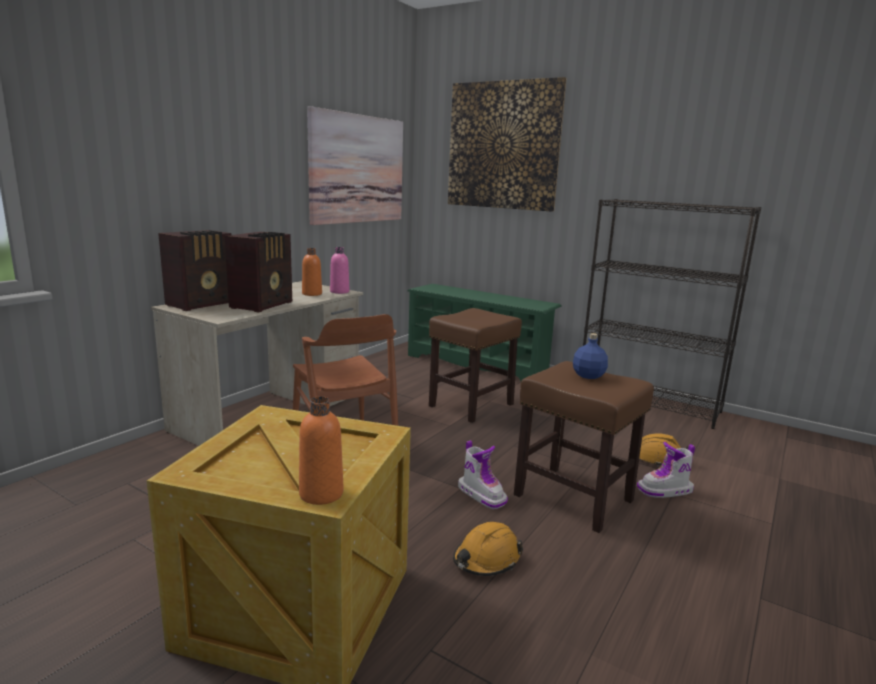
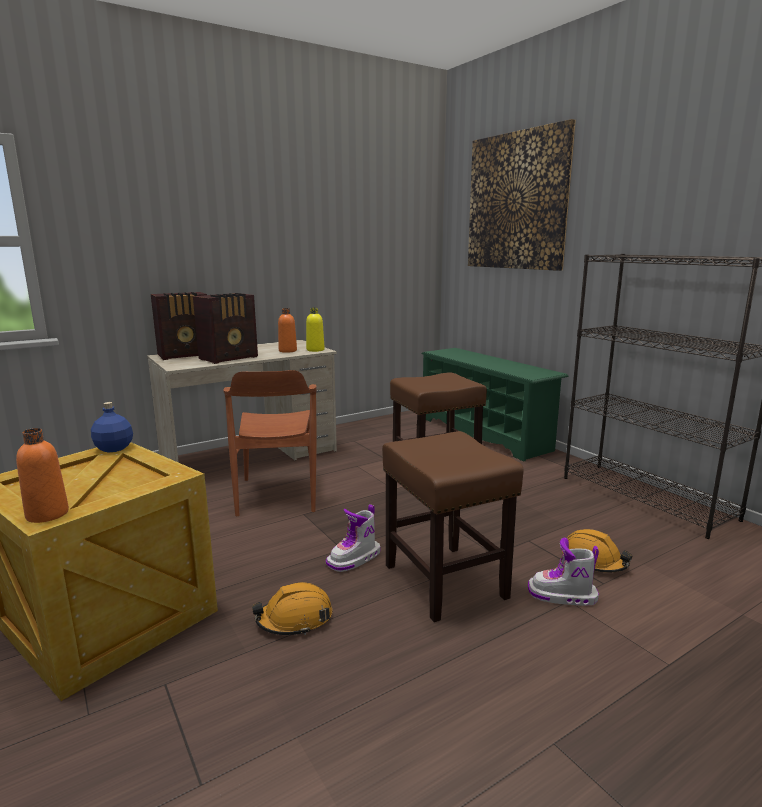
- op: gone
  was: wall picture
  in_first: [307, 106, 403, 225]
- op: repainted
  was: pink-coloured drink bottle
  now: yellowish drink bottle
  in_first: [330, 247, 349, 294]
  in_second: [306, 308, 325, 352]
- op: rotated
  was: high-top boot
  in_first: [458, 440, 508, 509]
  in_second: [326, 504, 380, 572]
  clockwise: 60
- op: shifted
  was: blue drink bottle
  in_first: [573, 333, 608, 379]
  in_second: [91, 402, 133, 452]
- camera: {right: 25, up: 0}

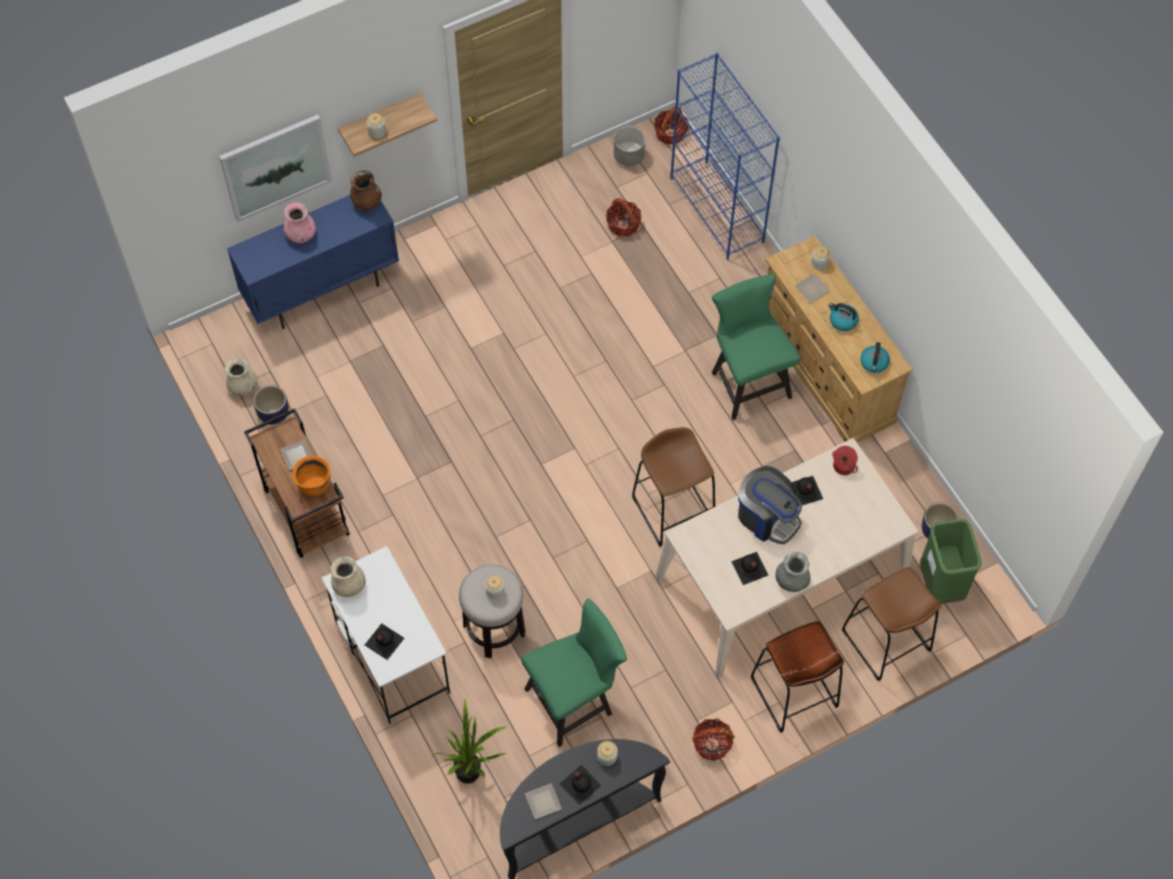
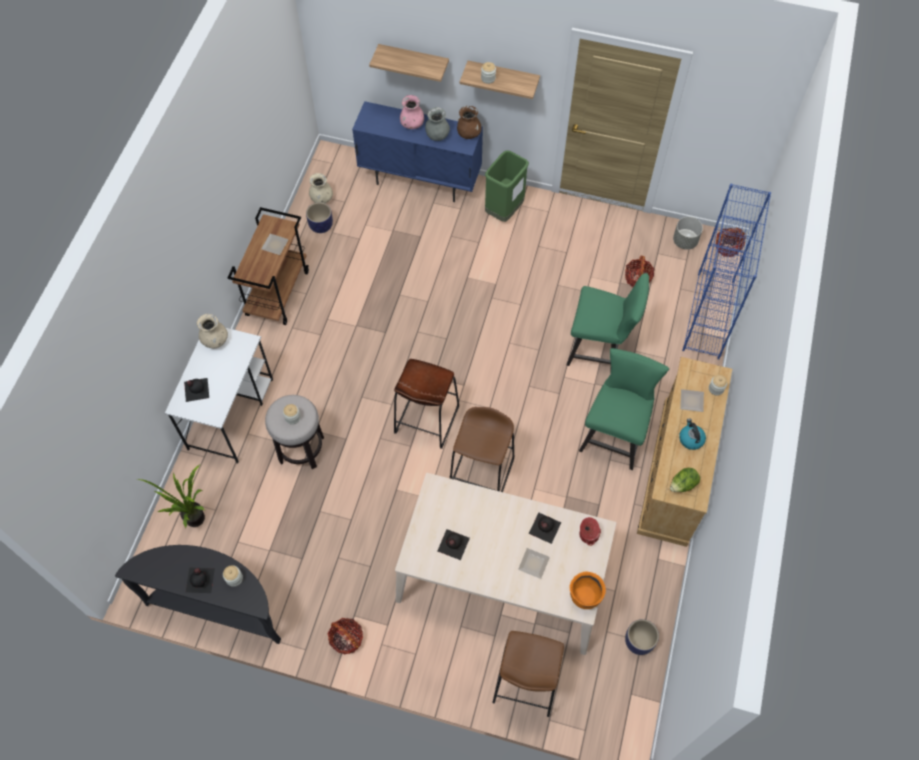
- op: swapped
  was: wall picture
  now: shelf
  in_first: [219, 114, 332, 222]
  in_second: [369, 44, 449, 82]
- op: shifted
  was: orange-coloured saucepot
  in_first: [293, 456, 331, 496]
  in_second: [570, 572, 606, 609]
- op: shifted
  was: greenish plain chair
  in_first: [521, 599, 627, 747]
  in_second: [567, 273, 649, 366]
- op: shifted
  was: plate
  in_first: [525, 783, 562, 819]
  in_second: [518, 548, 550, 579]
- op: gone
  was: coffee machine
  in_first: [738, 466, 802, 544]
- op: shifted
  was: brown stool seat
  in_first: [751, 621, 844, 732]
  in_second: [394, 359, 459, 449]
- op: shifted
  was: gray decorative vase
  in_first: [775, 552, 810, 592]
  in_second: [425, 107, 450, 141]
- op: swapped
  was: water kettle
  now: lettuce
  in_first: [860, 342, 890, 373]
  in_second: [670, 468, 700, 492]
- op: shifted
  was: greenish rubbish bin
  in_first: [920, 519, 981, 604]
  in_second: [485, 150, 529, 222]
- camera: {right: 45, up: 0}

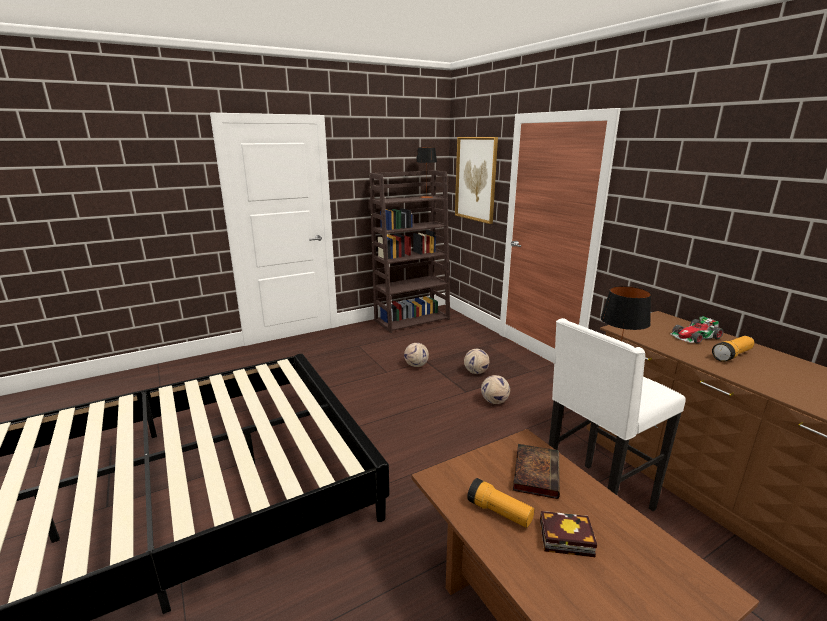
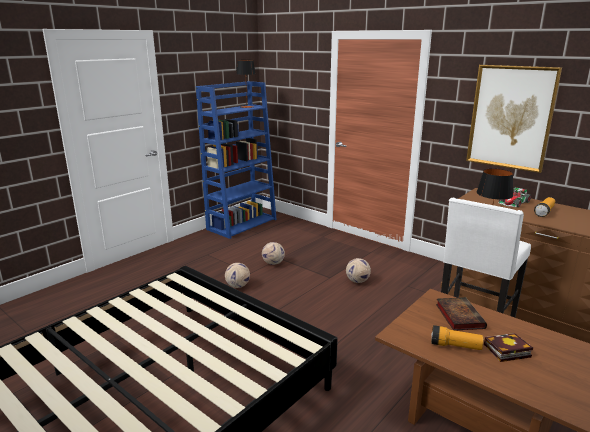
- op: repainted
  was: brown shelving unit
  now: blue shelving unit
  in_first: [369, 170, 450, 333]
  in_second: [196, 81, 277, 239]
- op: shifted
  was: wall picture
  in_first: [455, 137, 498, 224]
  in_second: [466, 65, 562, 173]
- op: shifted
  was: football ball
  in_first: [464, 349, 490, 374]
  in_second: [225, 263, 250, 288]
- camera: {right: -20, up: 0}

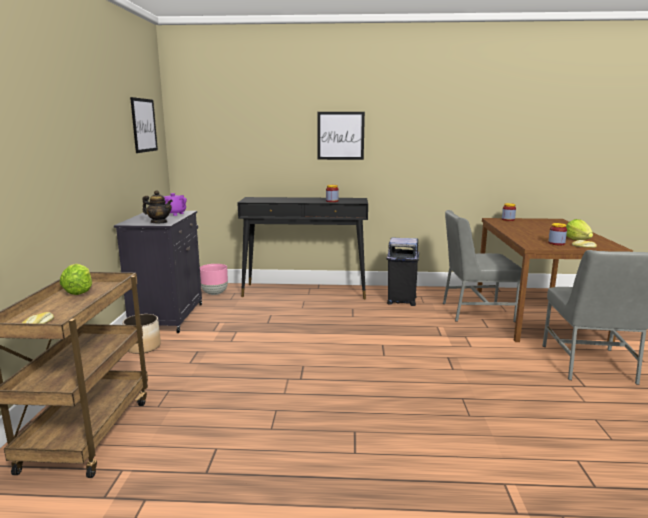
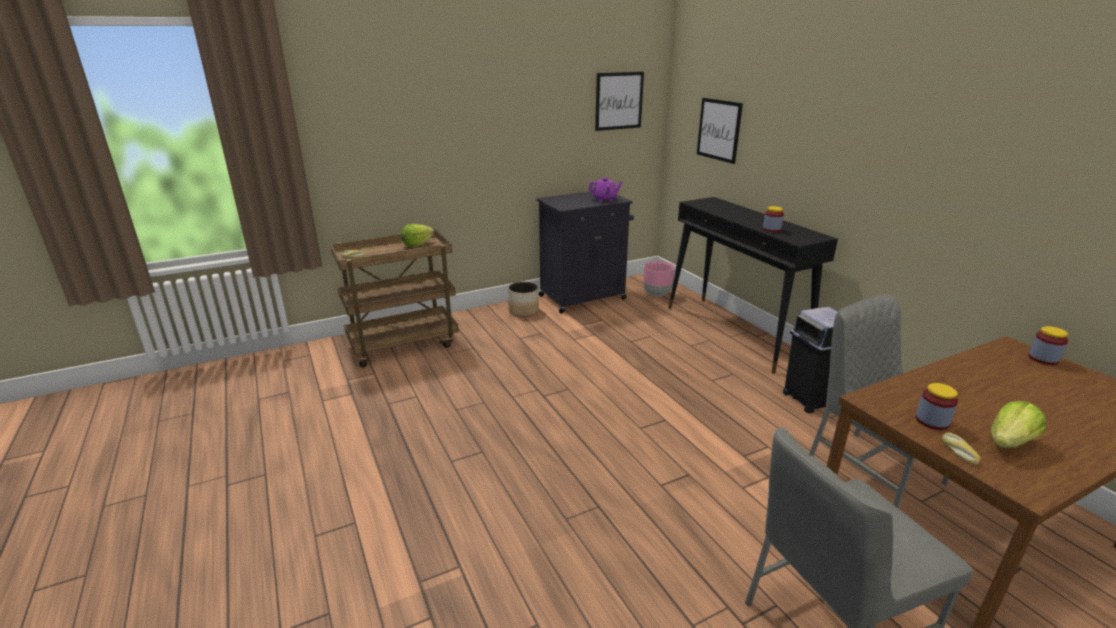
- op: gone
  was: pot for tea
  in_first: [143, 190, 173, 223]
- op: shifted
  was: wall picture
  in_first: [317, 112, 365, 160]
  in_second: [697, 98, 743, 164]
- camera: {right: 60, up: 10}

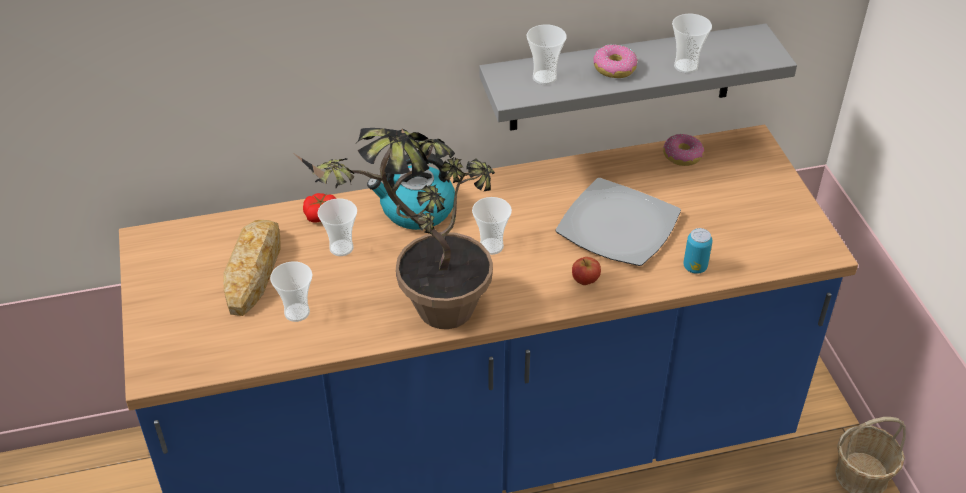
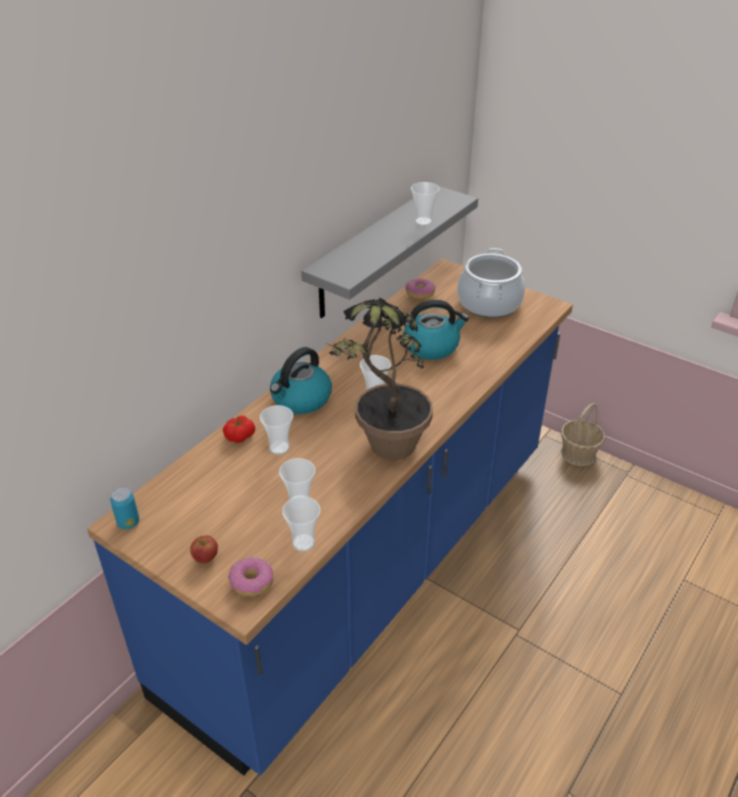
- op: gone
  was: baked bread
  in_first: [223, 220, 281, 316]
- op: shifted
  was: small cup
  in_first: [527, 24, 567, 85]
  in_second: [282, 496, 321, 552]
- op: swapped
  was: plate
  now: water kettle
  in_first: [555, 178, 681, 266]
  in_second: [403, 300, 469, 360]
- op: shifted
  was: apple fruit
  in_first: [572, 257, 601, 285]
  in_second: [190, 535, 218, 563]
- op: shifted
  was: ring doughnut
  in_first: [594, 45, 638, 78]
  in_second: [228, 557, 273, 597]
- op: shifted
  was: sealed can
  in_first: [683, 228, 713, 274]
  in_second: [110, 488, 139, 529]
- op: new
  now: saucepot
  in_second: [457, 248, 525, 318]
- camera: {right: -40, up: -5}

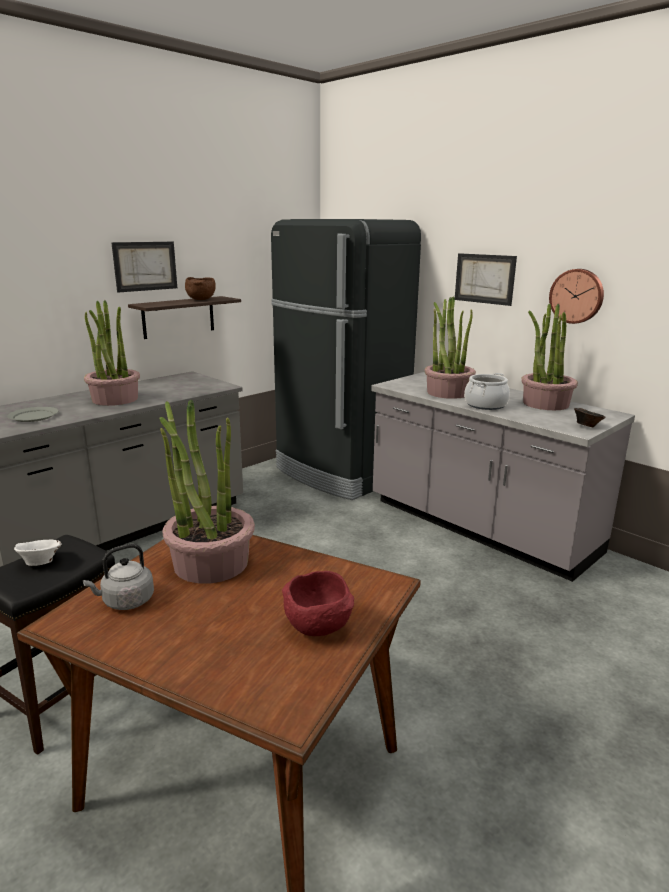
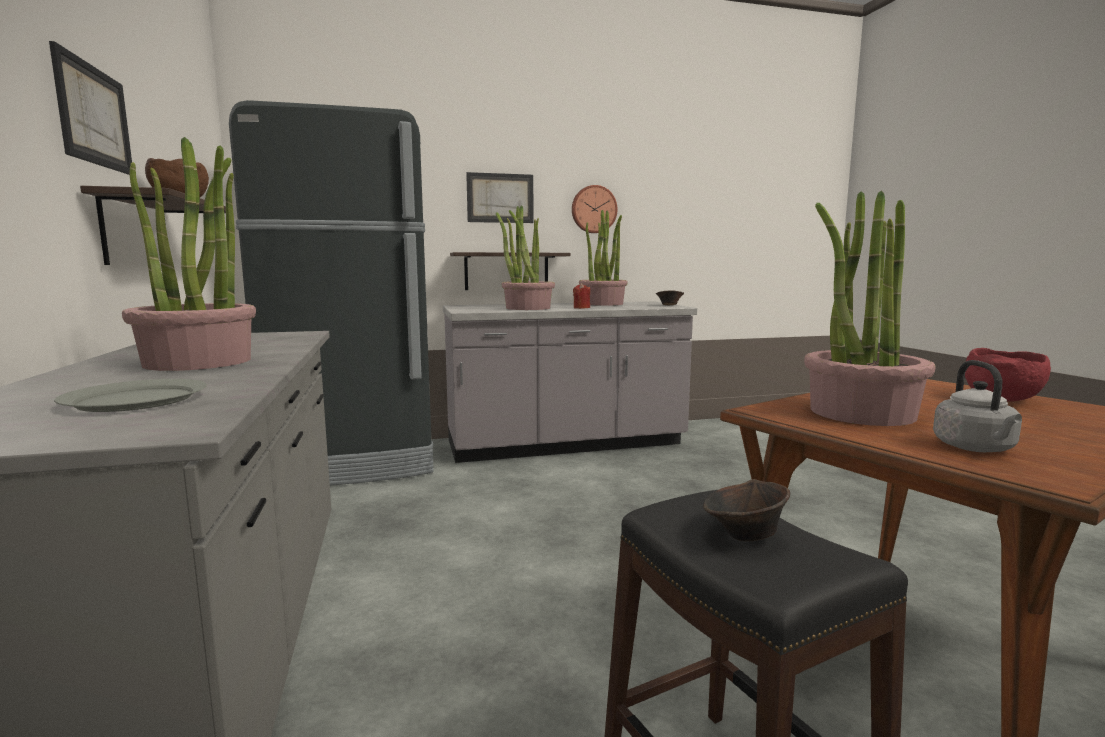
- op: repainted
  was: white serving bowl
  now: brown serving bowl
  in_first: [14, 540, 62, 566]
  in_second: [703, 479, 790, 541]
- op: swapped
  was: saucepot
  now: red-coloured wax candle
  in_first: [464, 373, 510, 410]
  in_second: [573, 283, 590, 309]
- op: new
  now: shelf
  in_second: [450, 252, 570, 290]
- camera: {right: -60, up: -10}

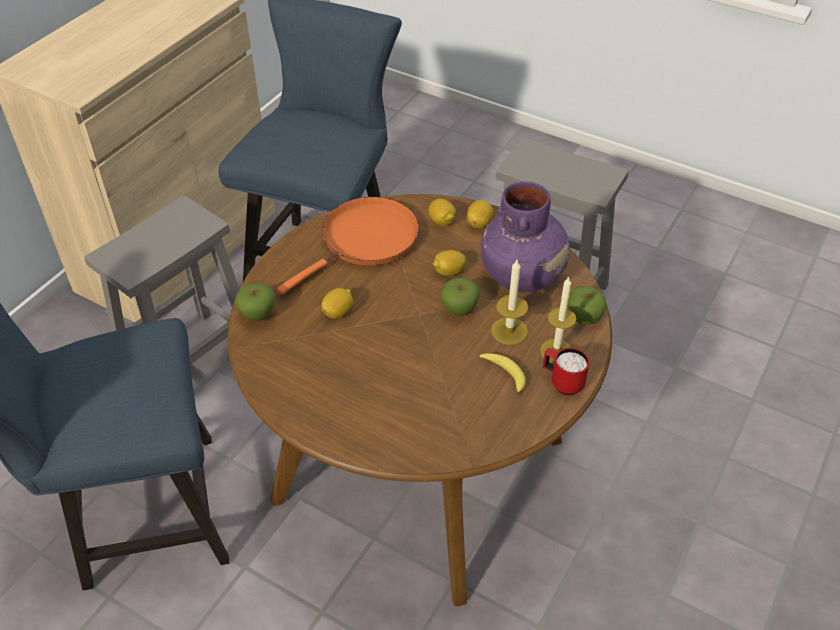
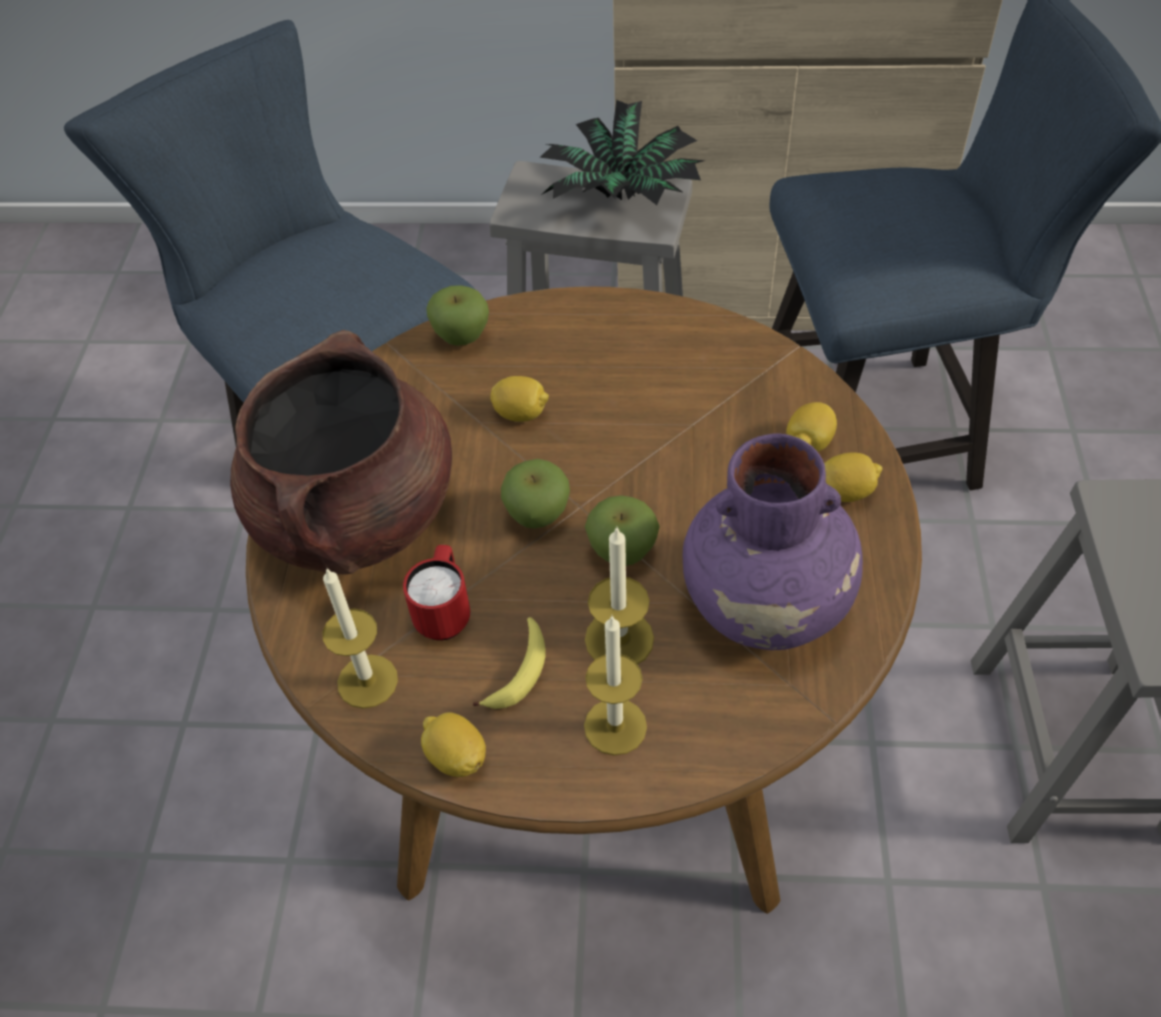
- op: gone
  was: orange-coloured frying pan
  in_first: [276, 197, 419, 295]
- op: shifted
  was: whole lemon
  in_first: [433, 250, 466, 276]
  in_second: [421, 712, 486, 777]
- op: shifted
  was: red-coloured mug
  in_first: [543, 347, 590, 395]
  in_second: [403, 545, 470, 640]
- op: shifted
  was: apple fruit
  in_first: [568, 286, 607, 325]
  in_second: [501, 459, 570, 529]
- op: new
  now: brown saucepot
  in_second: [230, 330, 452, 575]
- op: new
  now: wax candle
  in_second: [323, 569, 398, 709]
- op: new
  now: plant in a pot
  in_second: [540, 100, 706, 205]
- camera: {right: 65, up: 5}

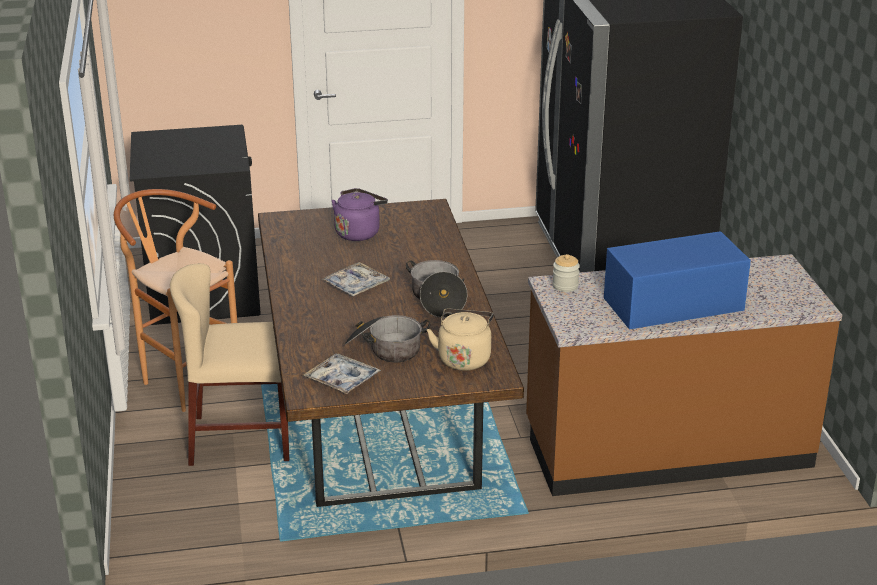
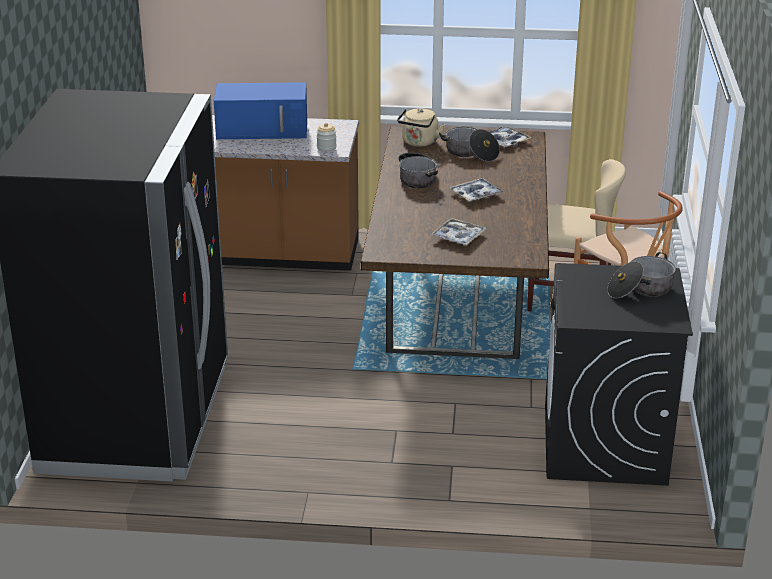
- op: swapped
  was: purplish water kettle
  now: carrying tray
  in_first: [331, 188, 388, 241]
  in_second: [431, 218, 486, 245]
- op: new
  now: saucepot
  in_second: [607, 252, 676, 298]
- camera: {right: -165, up: 0}

